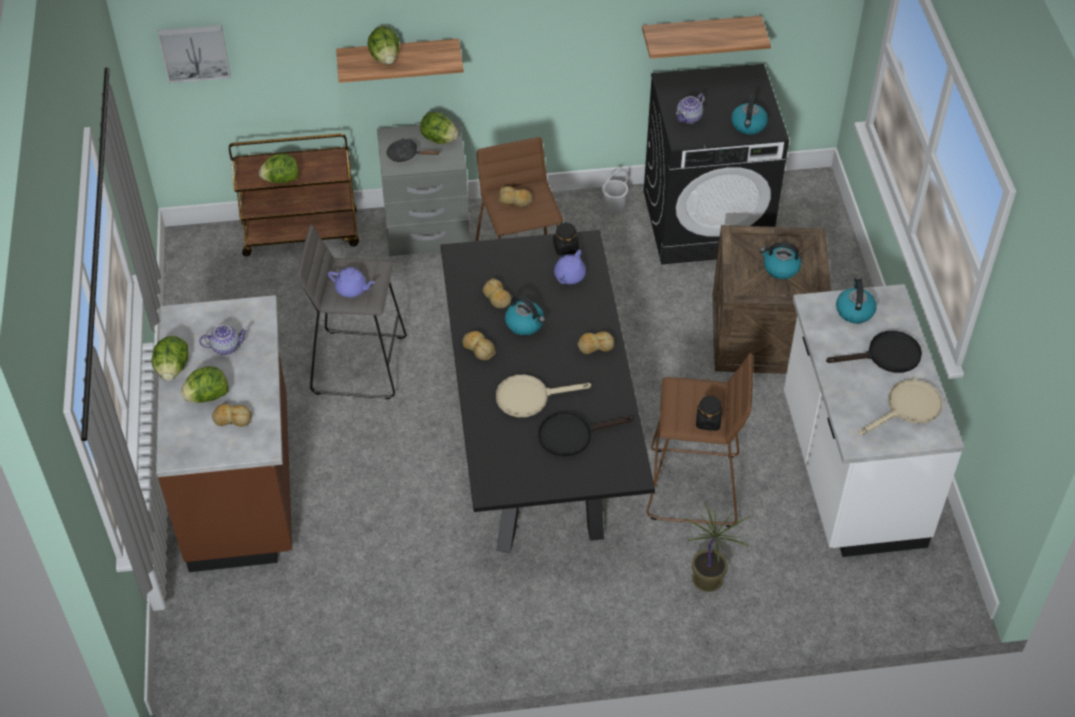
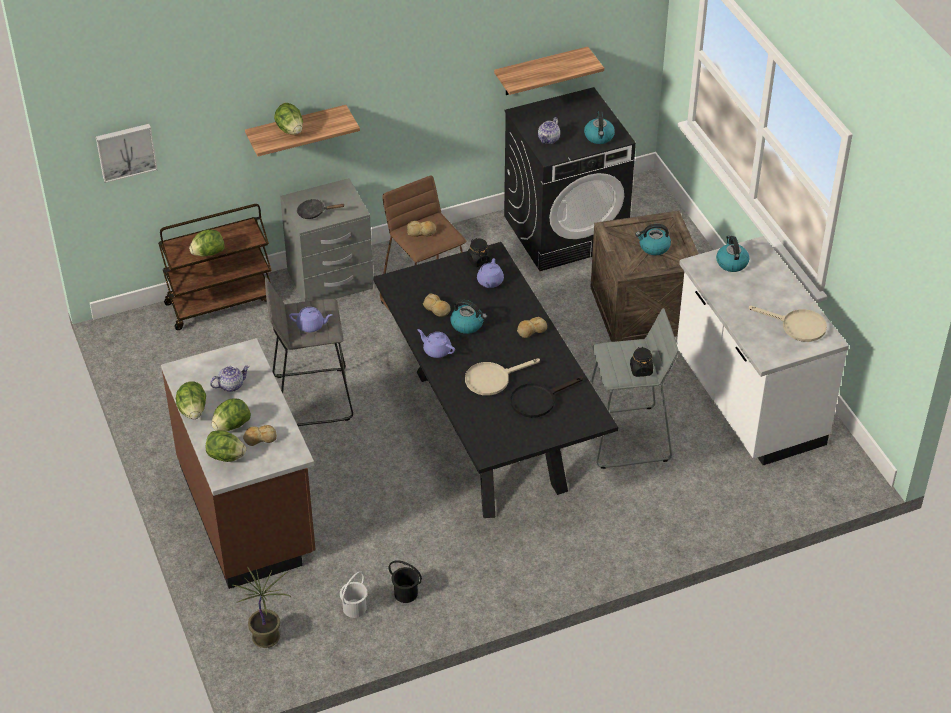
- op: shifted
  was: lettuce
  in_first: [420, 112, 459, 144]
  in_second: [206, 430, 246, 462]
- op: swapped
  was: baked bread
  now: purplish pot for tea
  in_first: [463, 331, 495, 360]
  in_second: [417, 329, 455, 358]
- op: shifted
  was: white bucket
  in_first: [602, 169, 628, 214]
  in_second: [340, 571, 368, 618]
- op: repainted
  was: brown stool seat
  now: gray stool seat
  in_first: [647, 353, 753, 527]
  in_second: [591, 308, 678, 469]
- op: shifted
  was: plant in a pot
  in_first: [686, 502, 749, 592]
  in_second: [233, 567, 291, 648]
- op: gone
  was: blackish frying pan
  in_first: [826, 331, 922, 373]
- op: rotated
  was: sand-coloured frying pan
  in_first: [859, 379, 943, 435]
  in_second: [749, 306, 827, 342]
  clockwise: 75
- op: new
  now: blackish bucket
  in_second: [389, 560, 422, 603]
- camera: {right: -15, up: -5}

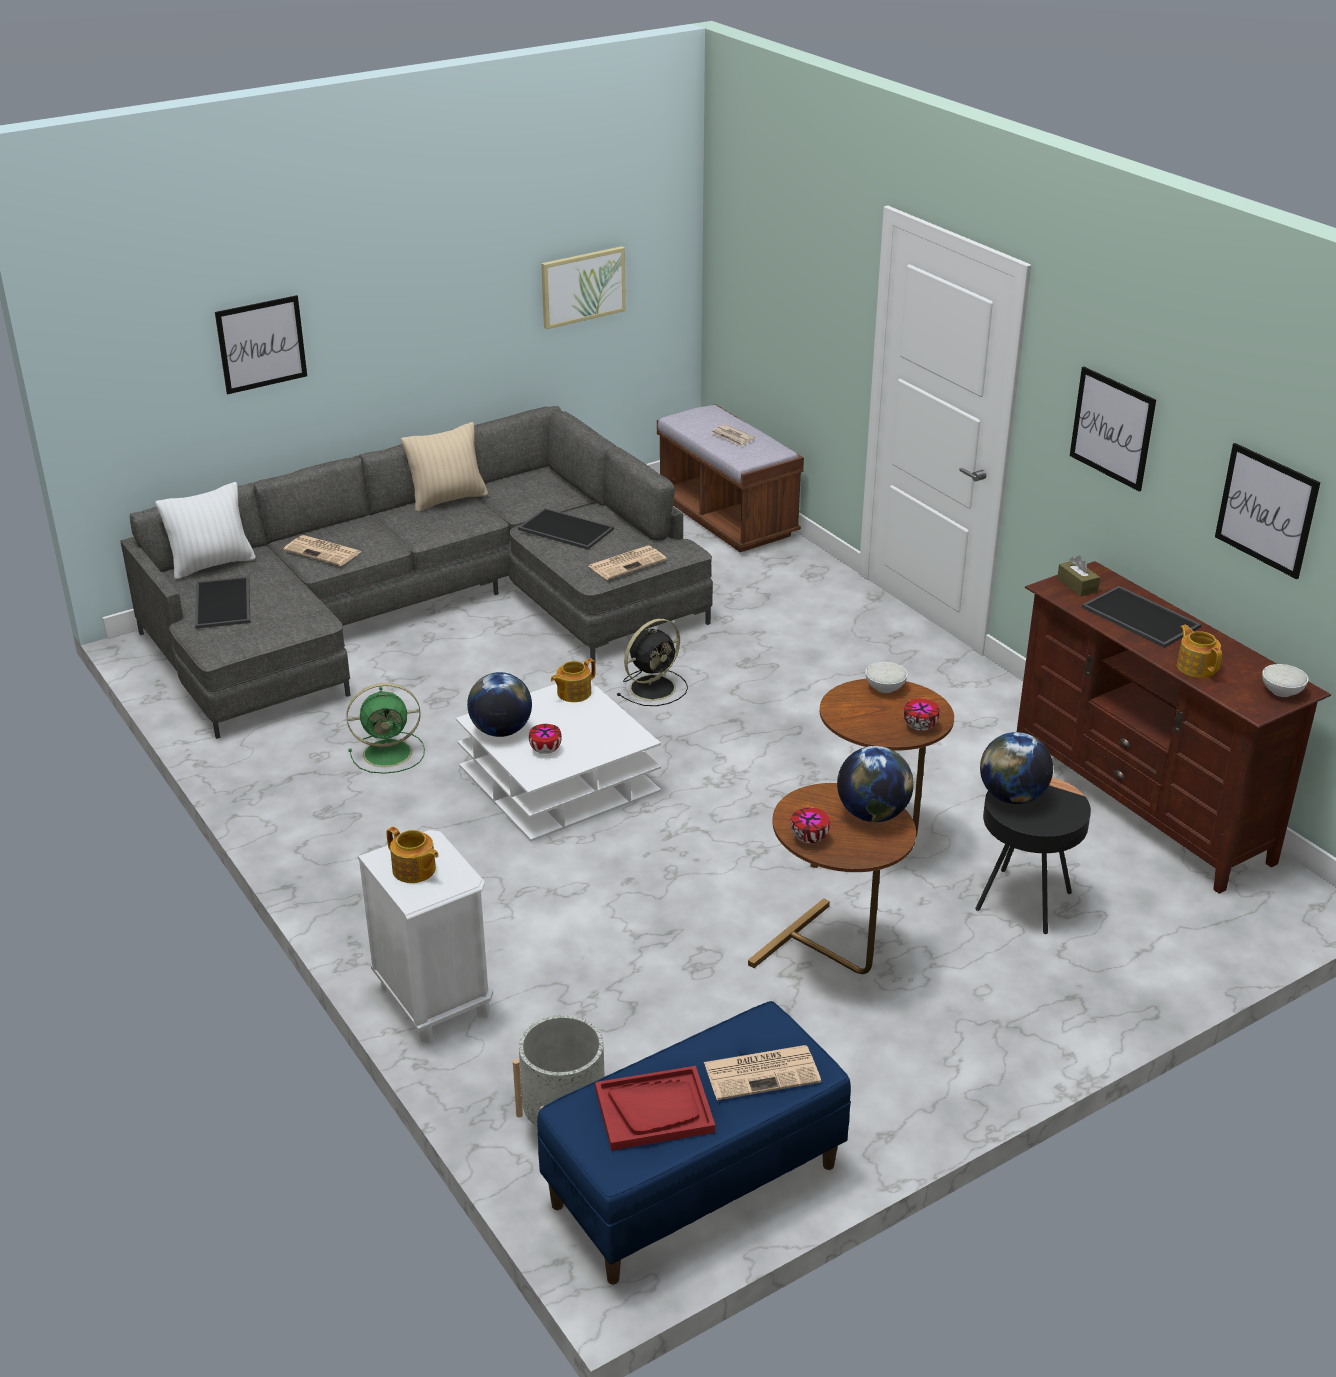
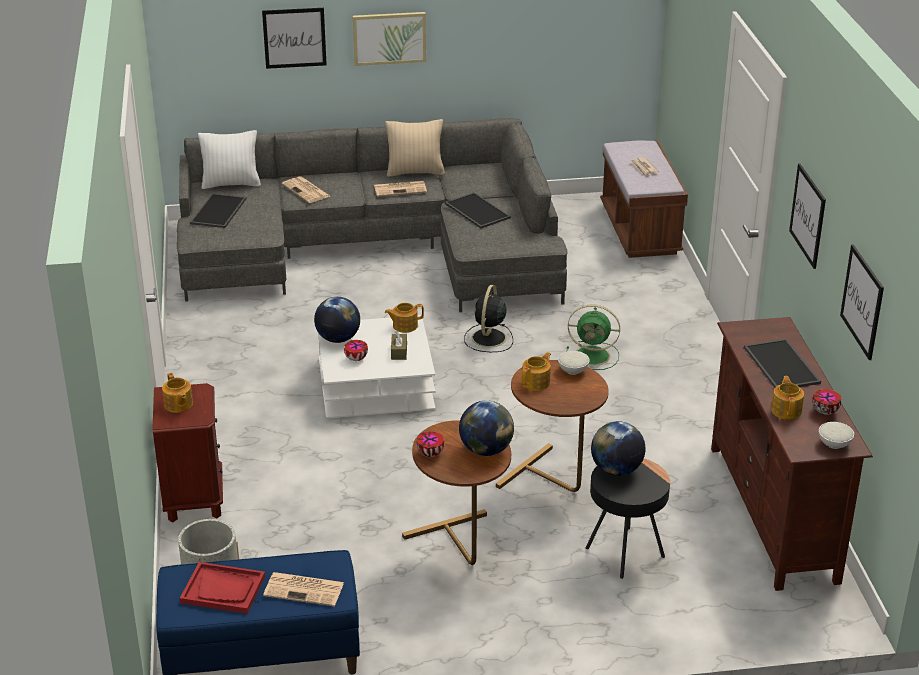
- op: shifted
  was: greenish fan
  in_first: [346, 683, 425, 774]
  in_second: [567, 304, 620, 370]
- op: repainted
  was: white bedside table
  now: brown bedside table
  in_first: [357, 830, 493, 1043]
  in_second: [152, 383, 223, 522]
- op: shifted
  was: wall picture
  in_first: [541, 246, 626, 329]
  in_second: [353, 12, 426, 66]
- op: shifted
  was: daily paper
  in_first: [589, 545, 667, 580]
  in_second: [374, 181, 427, 197]
- op: rotated
  was: blackish fan
  in_first: [617, 619, 688, 706]
  in_second: [464, 284, 513, 352]
  clockwise: 120
- op: shifted
  was: serving bowl
  in_first: [904, 699, 940, 731]
  in_second: [812, 389, 842, 415]
- op: shifted
  was: brown tissue holder
  in_first: [1057, 556, 1100, 597]
  in_second: [391, 331, 407, 360]
- op: new
  now: pot for tea
  in_second: [522, 352, 551, 391]
- camera: {right: 25, up: 0}

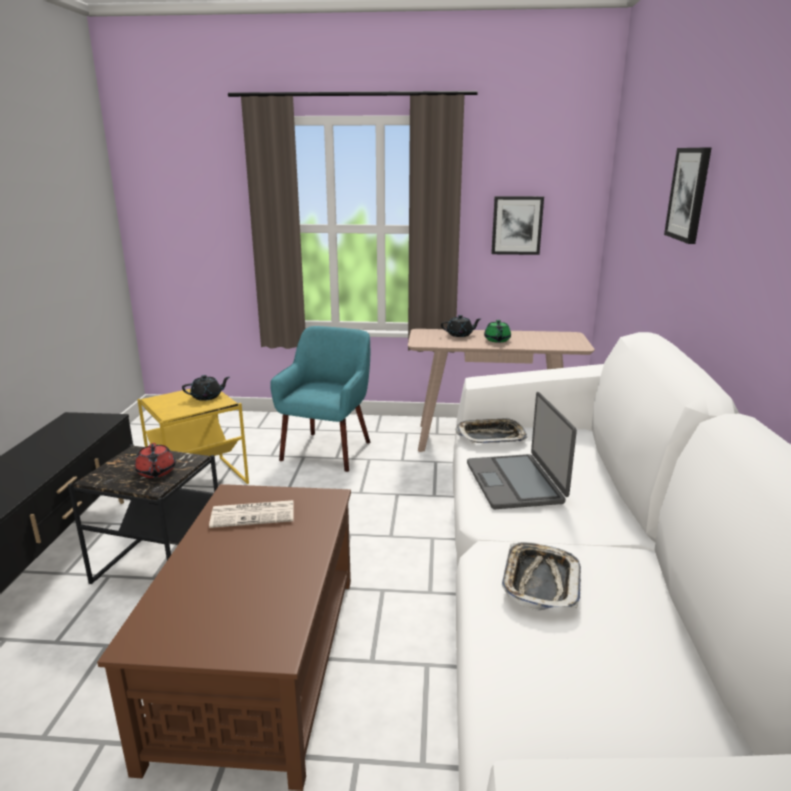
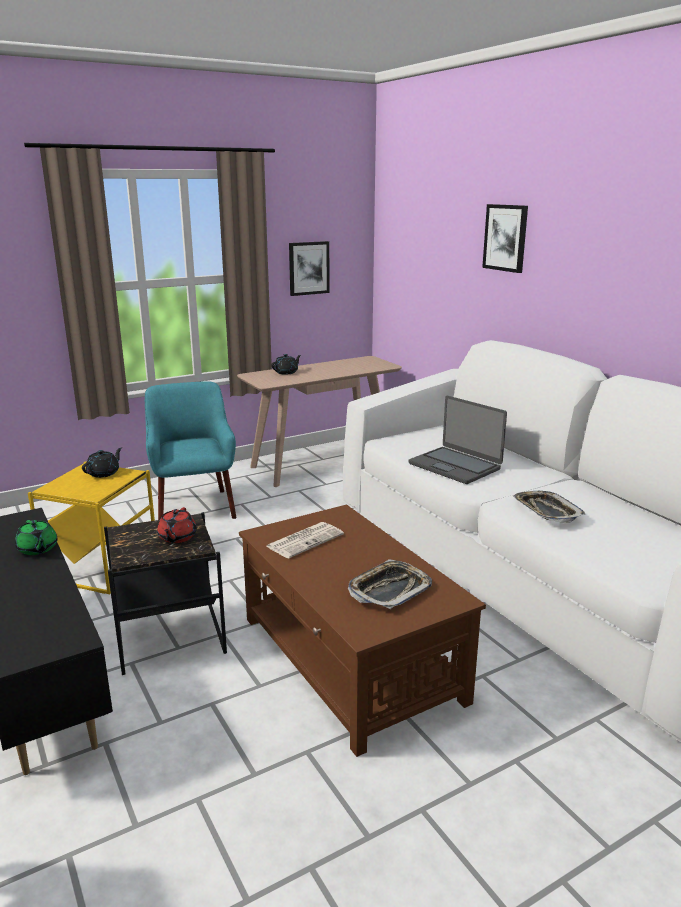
- op: rotated
  was: red-coloured pot for tea
  in_first: [135, 443, 176, 478]
  in_second: [157, 507, 197, 543]
  clockwise: 60
- op: shifted
  was: carrying tray
  in_first: [455, 418, 527, 443]
  in_second: [348, 559, 432, 609]
- op: shifted
  was: greenish pot for tea
  in_first: [484, 320, 511, 342]
  in_second: [15, 520, 58, 555]
- camera: {right: -35, up: 0}

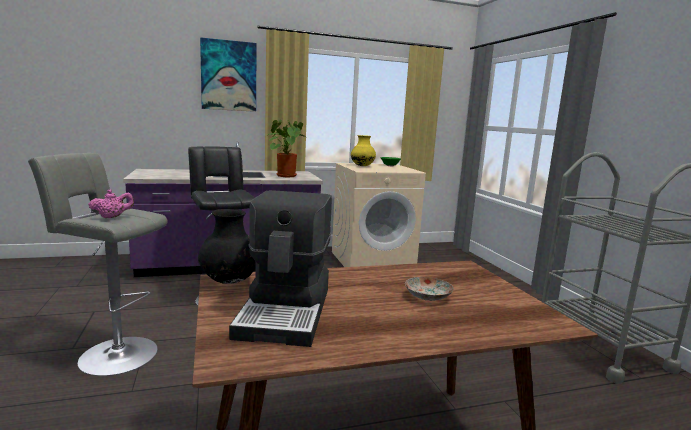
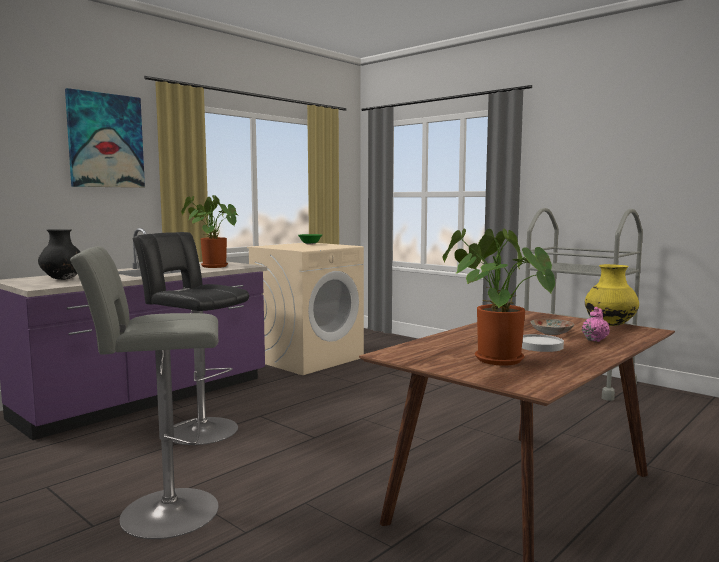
- op: shifted
  was: pink-coloured pot for tea
  in_first: [88, 190, 134, 218]
  in_second: [582, 307, 610, 342]
- op: shifted
  was: blackish decorative vase
  in_first: [198, 209, 256, 284]
  in_second: [38, 229, 80, 280]
- op: swapped
  was: coffee machine
  now: plant in a pot
  in_first: [229, 190, 332, 347]
  in_second: [443, 228, 555, 366]
- op: shifted
  was: yellowish decorative vase
  in_first: [351, 135, 376, 166]
  in_second: [585, 264, 639, 326]
- op: new
  now: white plate
  in_second: [522, 334, 564, 352]
- camera: {right: -30, up: -5}

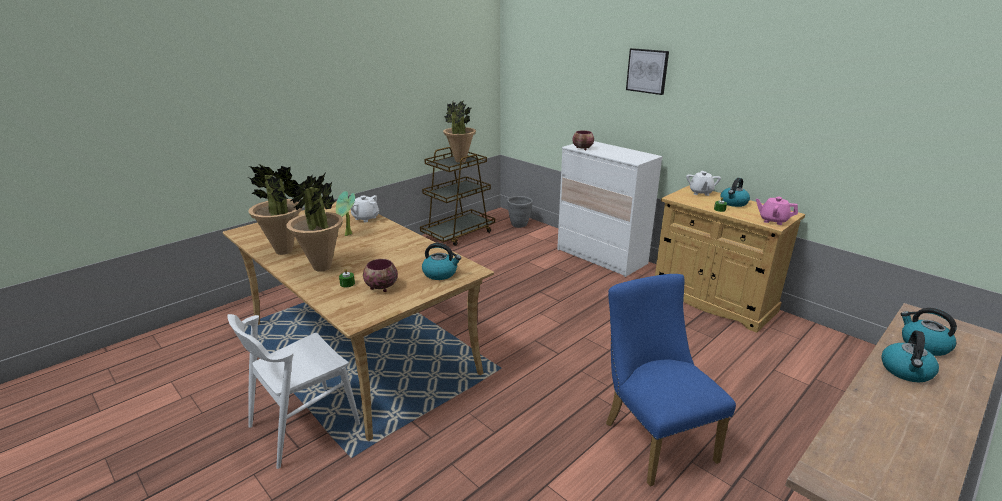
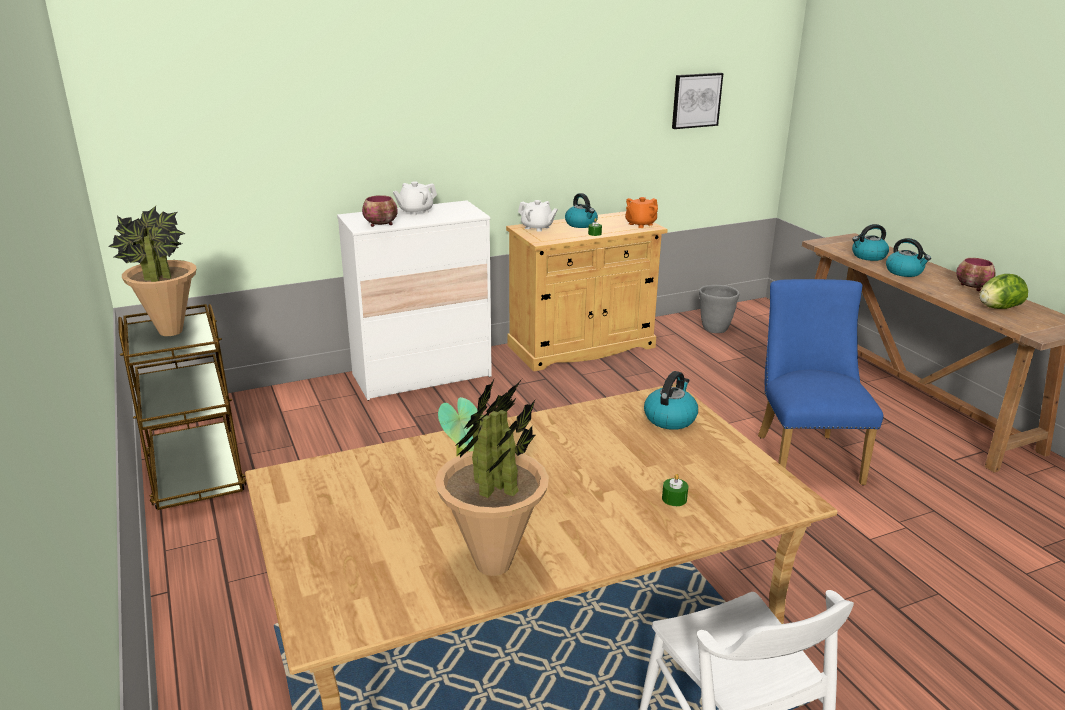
- op: gone
  was: plant in a pot
  in_first: [286, 174, 343, 272]
- op: shifted
  was: white pot for tea
  in_first: [351, 195, 379, 222]
  in_second: [393, 181, 437, 216]
- op: shifted
  was: serving bowl
  in_first: [363, 259, 398, 292]
  in_second: [956, 258, 996, 291]
- op: shifted
  was: gray plant pot
  in_first: [507, 196, 533, 228]
  in_second: [699, 285, 739, 333]
- op: rotated
  was: blue plain chair
  in_first: [606, 274, 736, 486]
  in_second: [758, 279, 883, 485]
  clockwise: 90
- op: shifted
  was: wall picture
  in_first: [626, 48, 669, 95]
  in_second: [672, 73, 723, 129]
- op: repainted
  was: pink-coloured pot for tea
  now: orange-coloured pot for tea
  in_first: [756, 196, 798, 225]
  in_second: [625, 197, 658, 228]
- op: new
  now: lettuce
  in_second: [980, 274, 1028, 309]
- camera: {right: -70, up: 0}

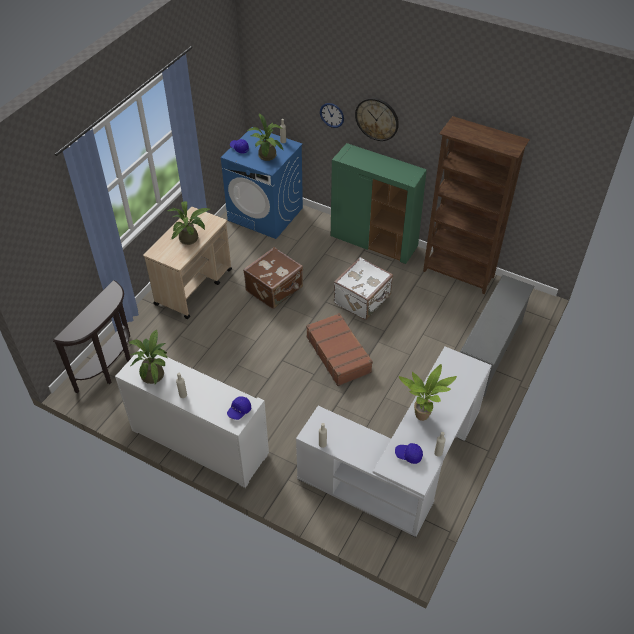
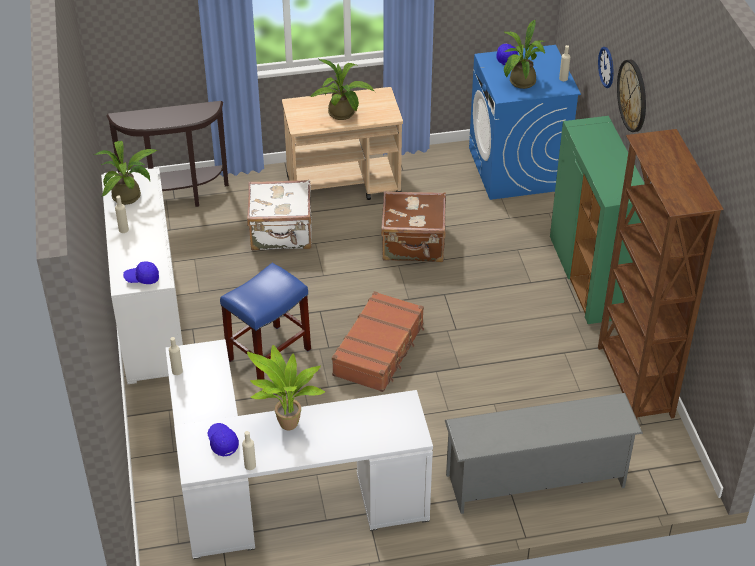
- op: shifted
  was: white piece of luggage
  in_first: [334, 257, 393, 320]
  in_second: [247, 180, 312, 250]
- op: new
  now: blue stool seat
  in_second: [220, 263, 311, 380]
- camera: {right: 50, up: -5}

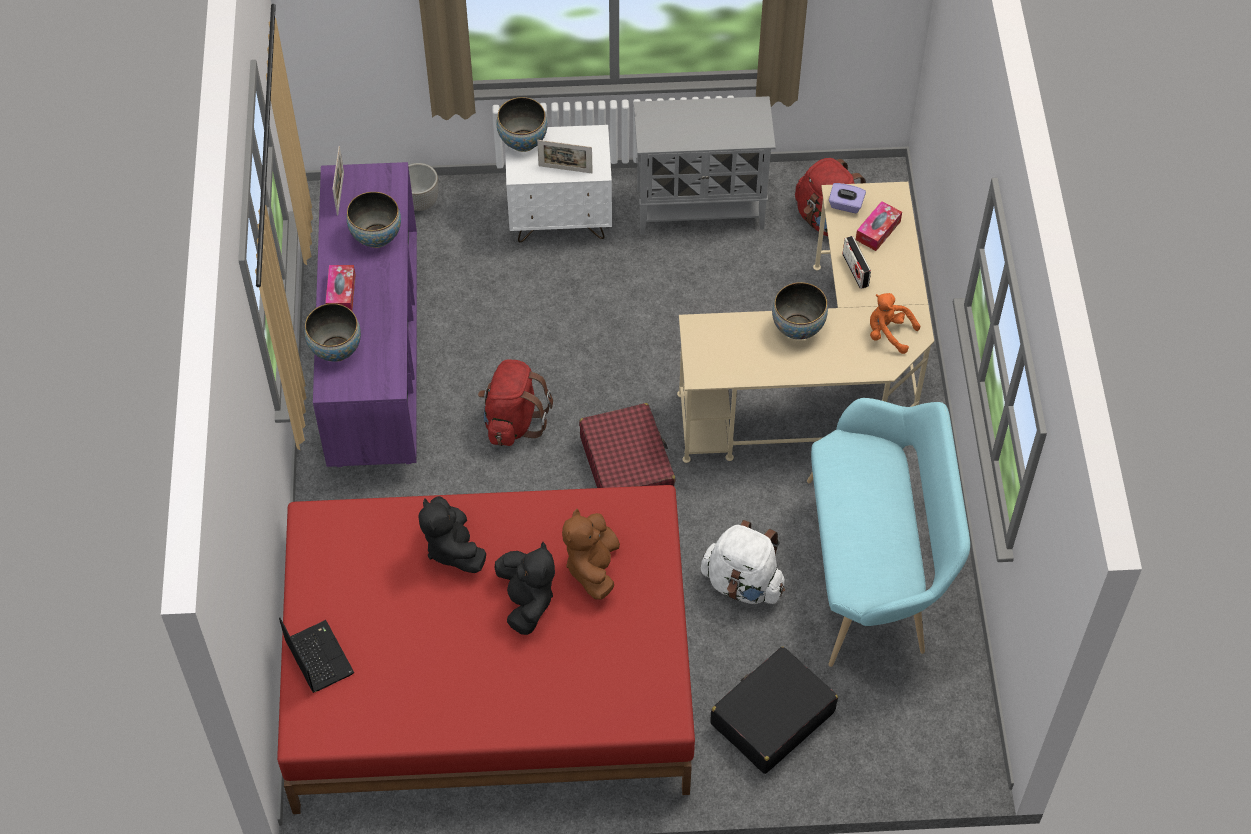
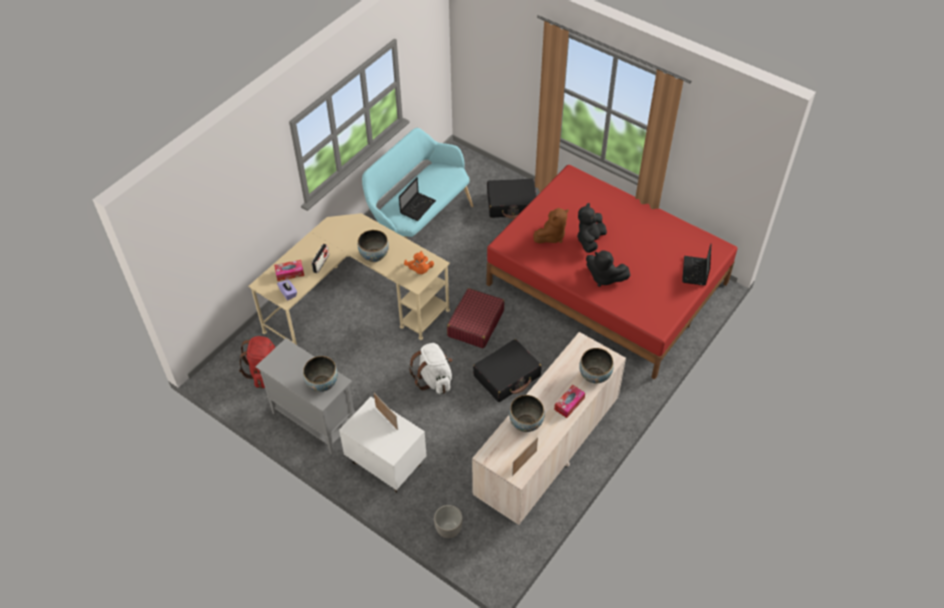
- op: repainted
  was: purplish dresser
  now: sand-coloured dresser
  in_first: [313, 162, 417, 467]
  in_second: [472, 332, 626, 525]
- op: rotated
  was: blackish cuddly toy
  in_first: [418, 496, 486, 573]
  in_second: [586, 250, 631, 287]
  clockwise: 105
- op: swapped
  was: red-coloured knapsack
  now: blackish piece of luggage
  in_first: [478, 360, 553, 446]
  in_second: [473, 339, 541, 402]
- op: shifted
  was: serving bowl
  in_first: [496, 97, 548, 152]
  in_second: [303, 356, 338, 392]
- op: shifted
  was: white knapsack
  in_first: [701, 520, 785, 604]
  in_second: [409, 343, 452, 394]
- op: shifted
  was: orange-coloured cuddly toy
  in_first: [870, 293, 920, 354]
  in_second: [404, 251, 434, 274]
- op: new
  now: portable computer
  in_second: [399, 177, 436, 221]
- camera: {right: -140, up: -5}

